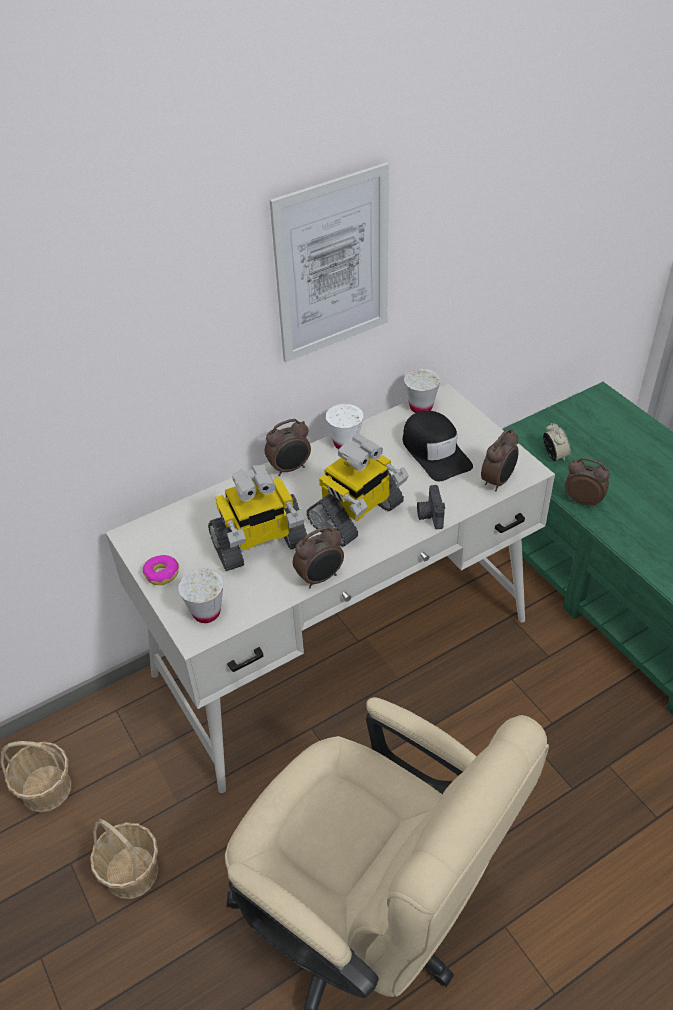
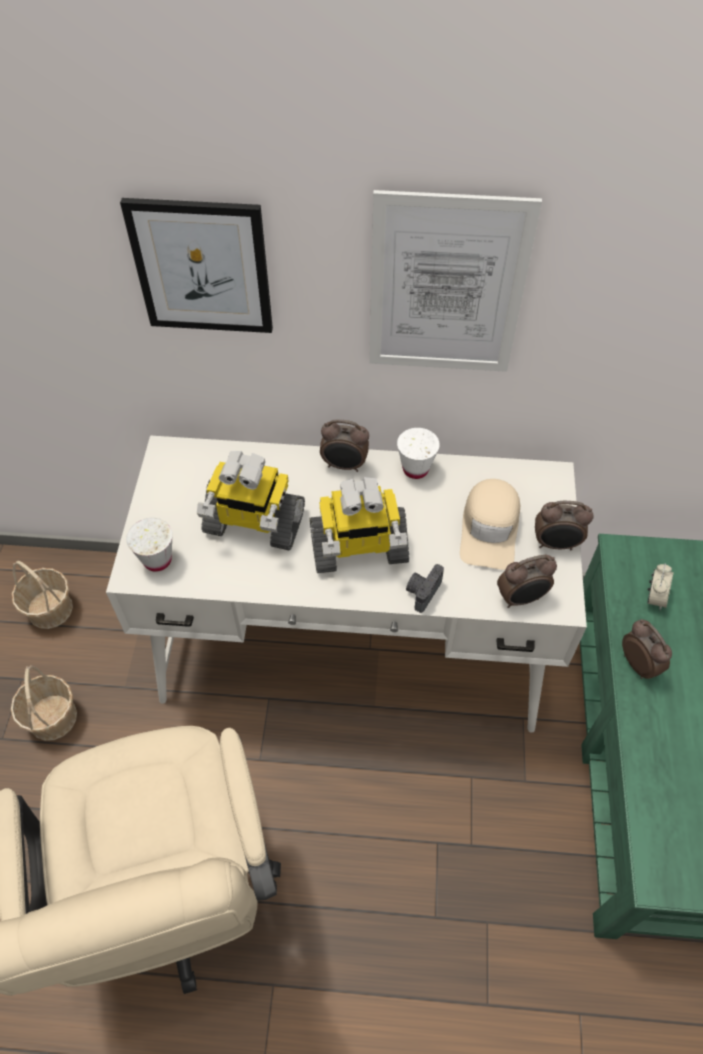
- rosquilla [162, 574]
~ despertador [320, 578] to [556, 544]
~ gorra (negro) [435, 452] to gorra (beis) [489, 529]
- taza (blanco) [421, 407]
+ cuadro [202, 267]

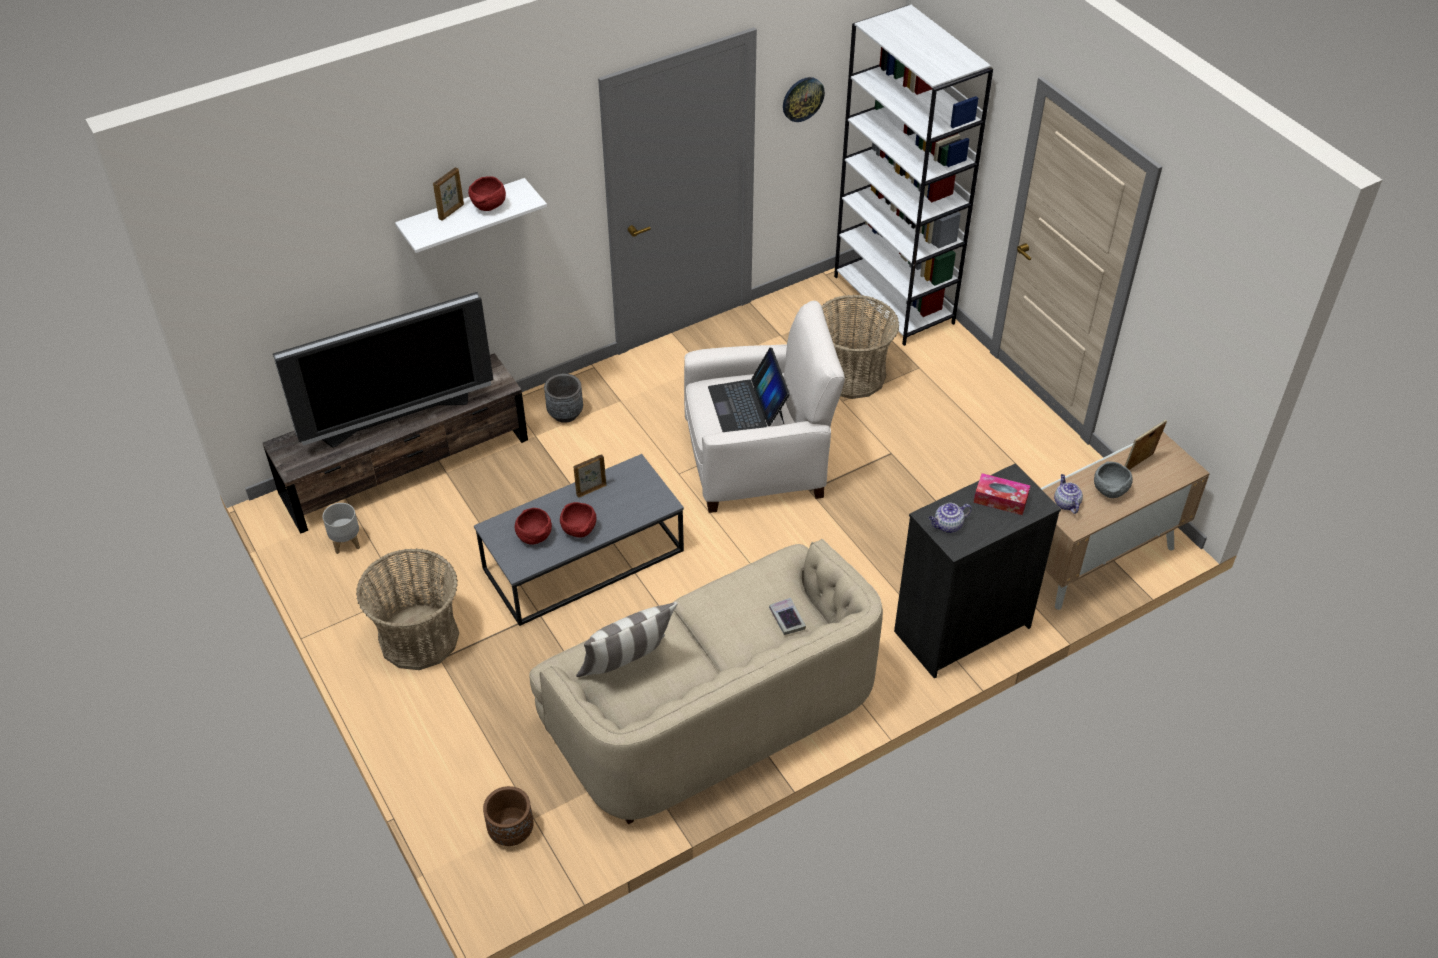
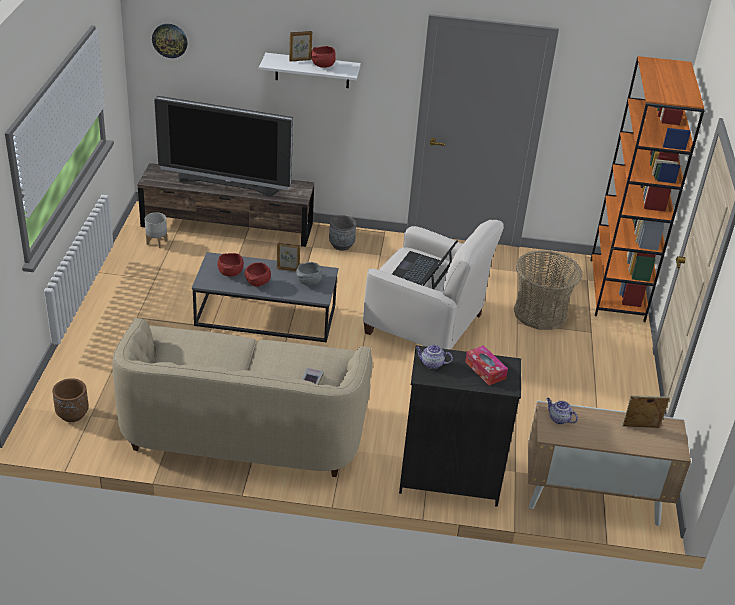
- cesta [418, 637]
- cojín [627, 667]
~ reloj de pared [802, 99] to [170, 40]
~ estantería (blanco) [894, 300] to estantería (naranja) [617, 290]
~ tetera [1066, 503] = [558, 419] 75 degrees counterclockwise
~ cuenco (gris) [1110, 492] to [308, 283]

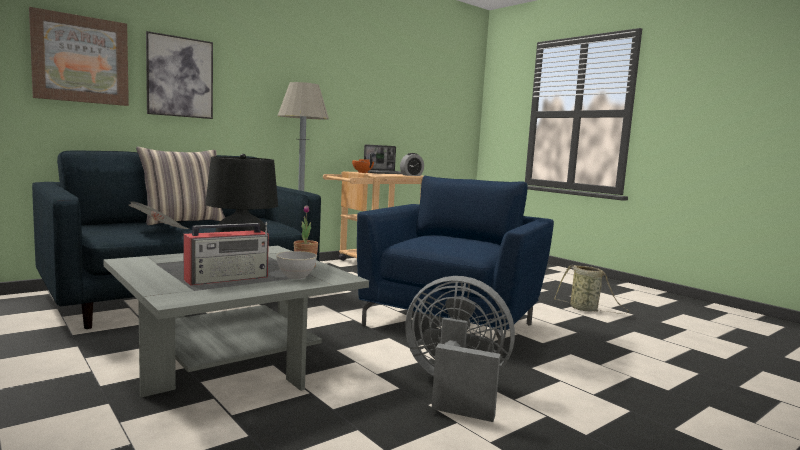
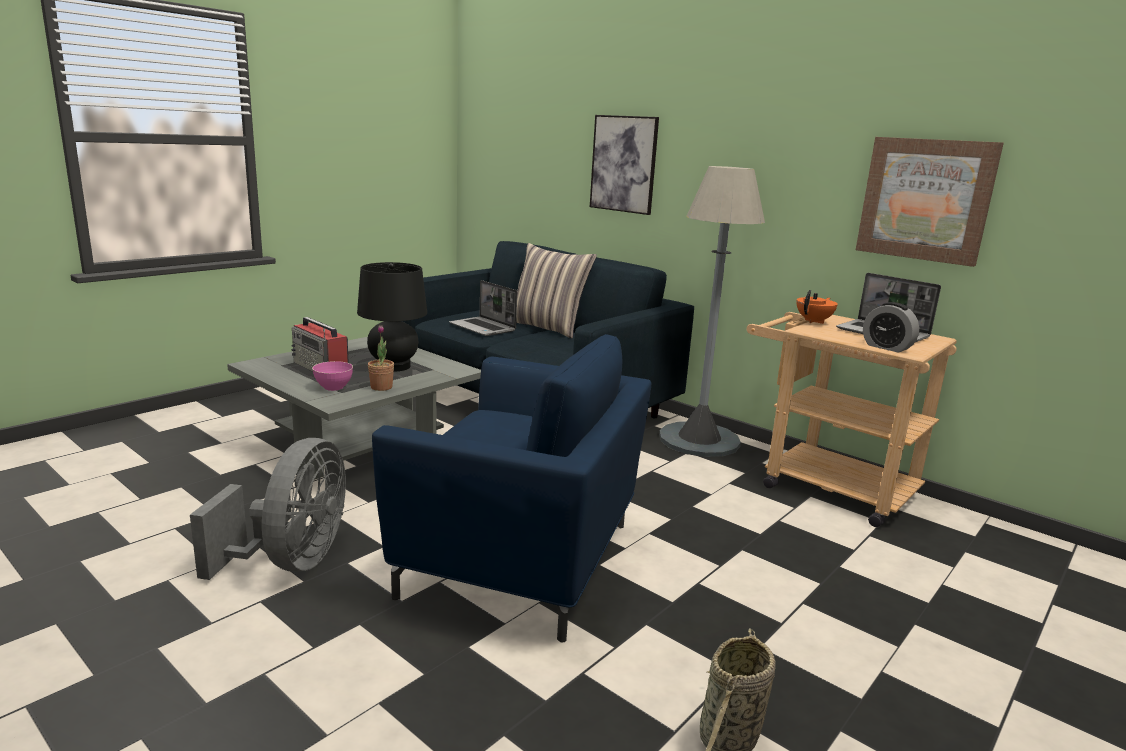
~ cuadro [81, 59] to [925, 199]
~ periódico [159, 231] to portátil [483, 328]
~ cuenco (gris) [296, 276] to cuenco (rosa) [333, 387]

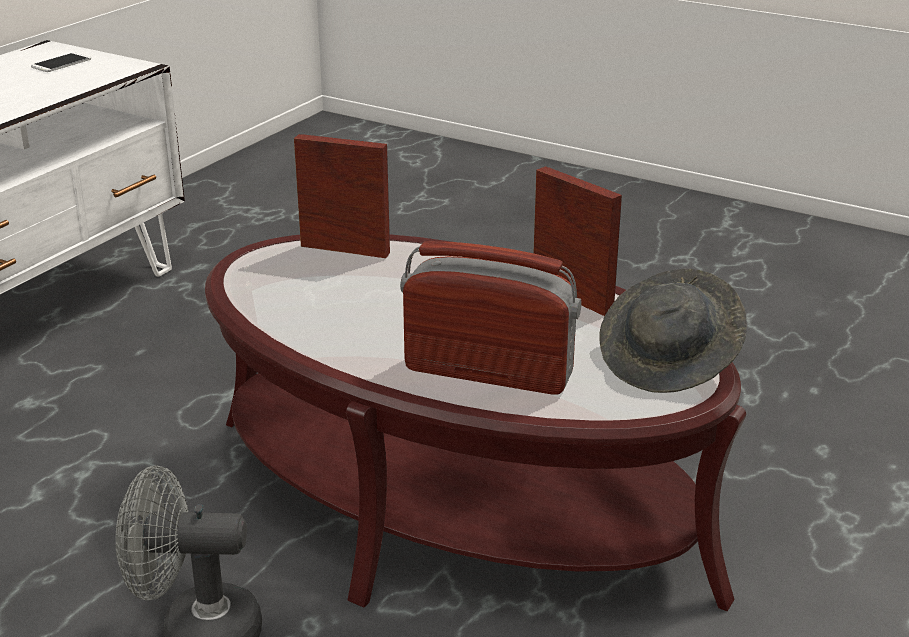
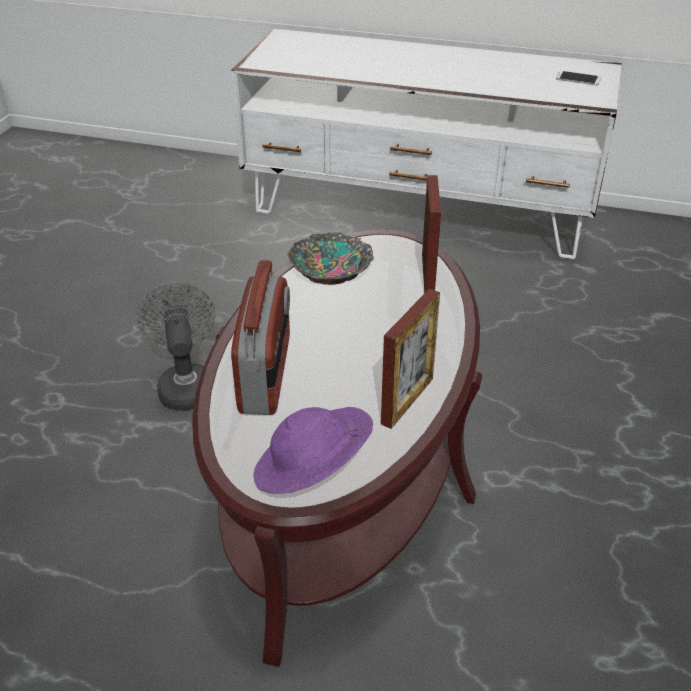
~ sombrero (gris) [670, 361] to sombrero (morado) [312, 472]
+ cuenco [331, 266]

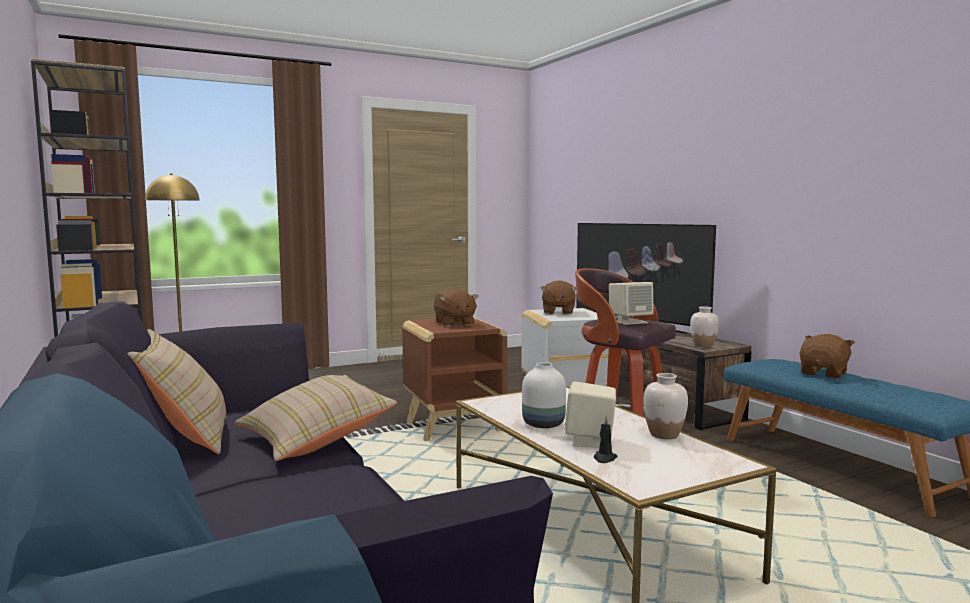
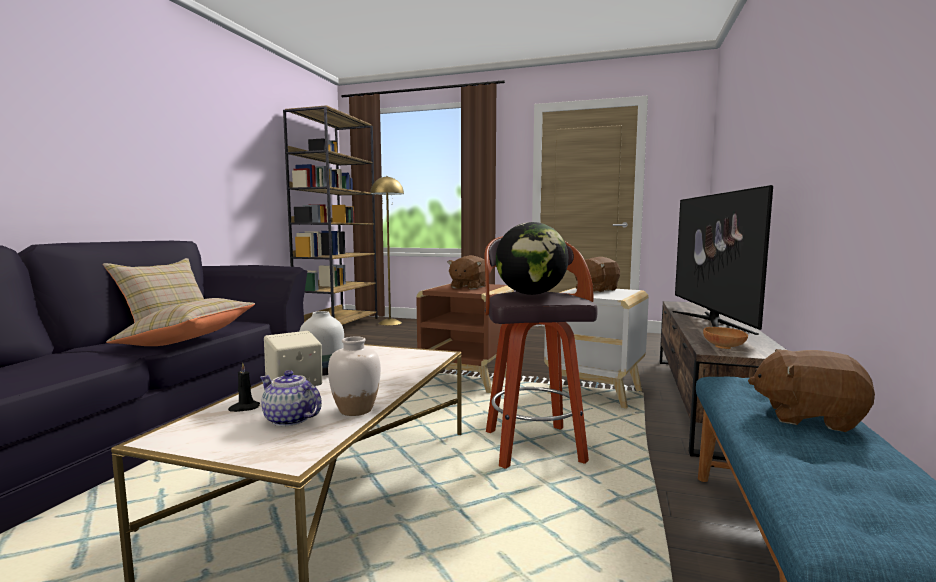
~ altavoz (beis) [630, 322] to globo terráqueo [531, 294]
~ florero (blanco) [703, 345] to cuenco (marrón) [724, 348]
~ peluche (marrón) [824, 373] = [808, 417] 150 degrees counterclockwise
+ tetera [290, 419]

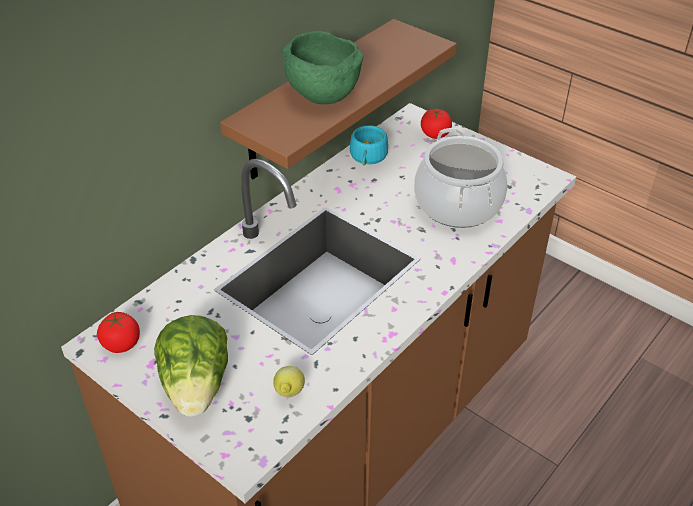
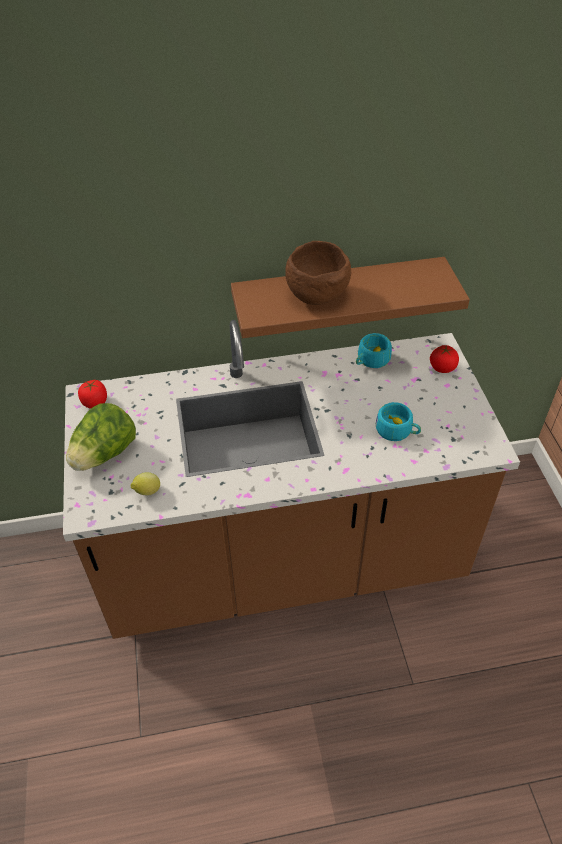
~ cuenco (verde) [321, 96] to cuenco (marrón) [315, 295]
~ olla [458, 204] to taza (turquesa) [397, 431]

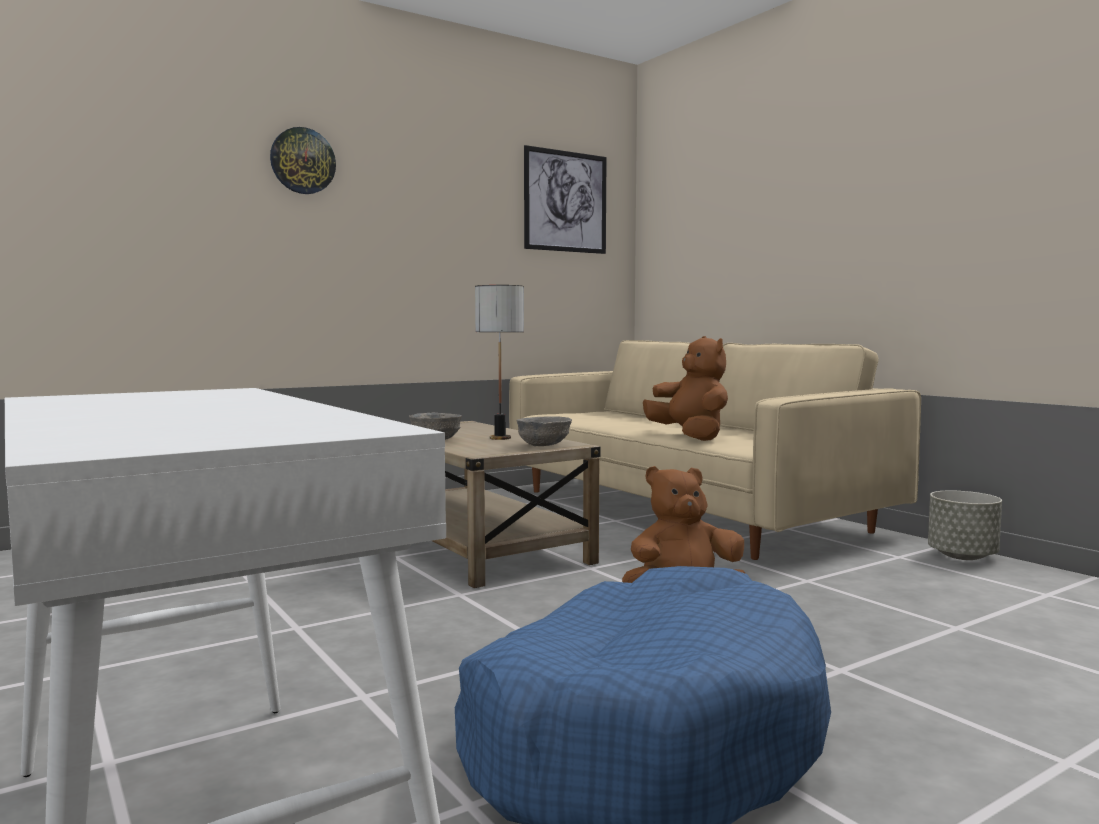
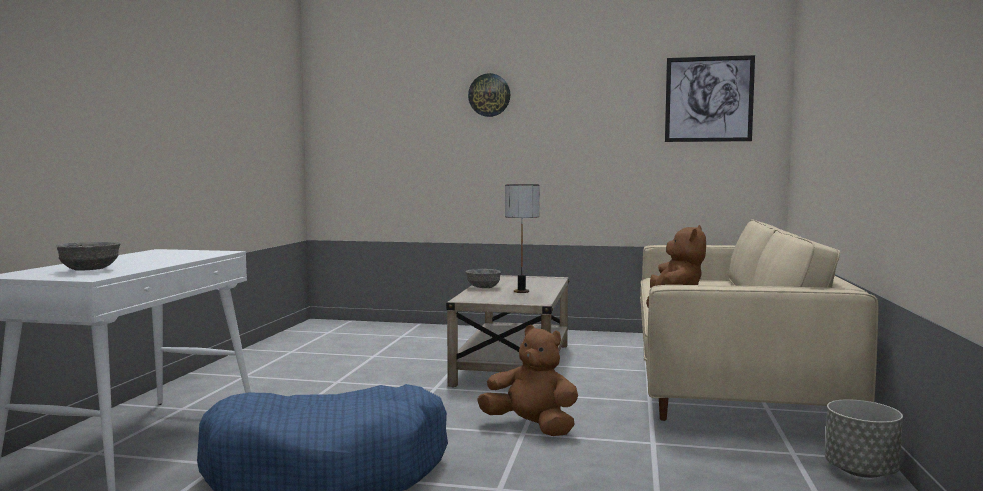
~ cuenco (gris) [544, 445] to [89, 270]

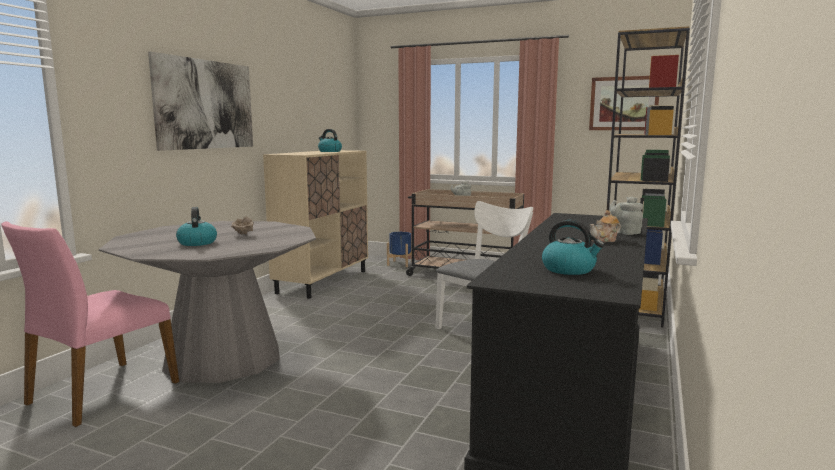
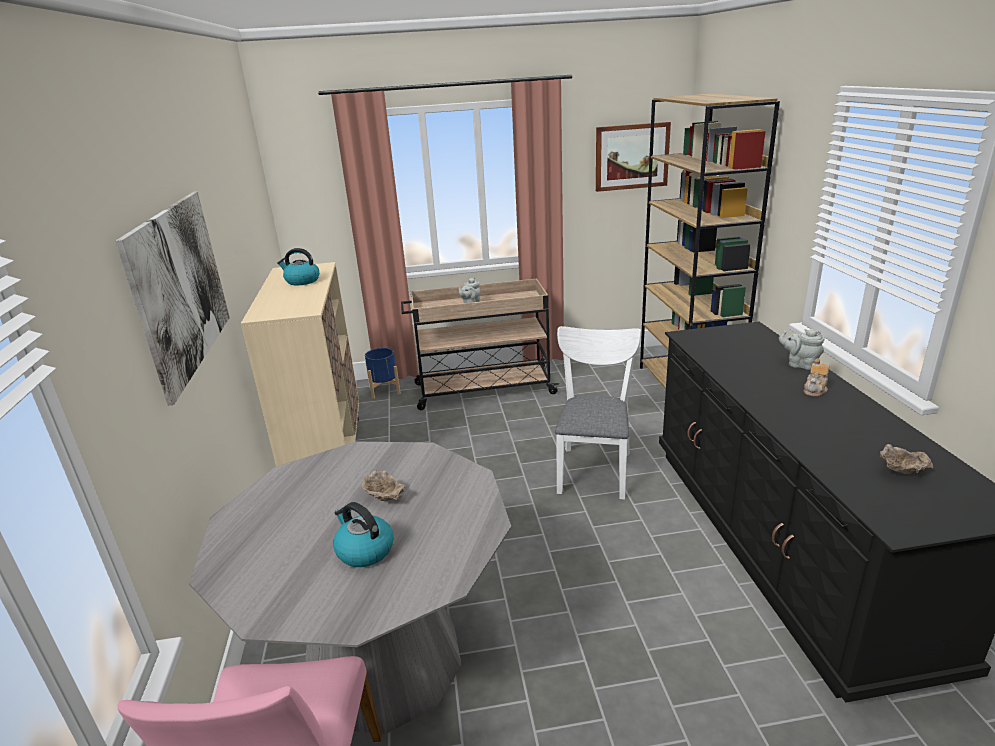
~ hervidor [569, 269] to cuenco (beis) [902, 472]

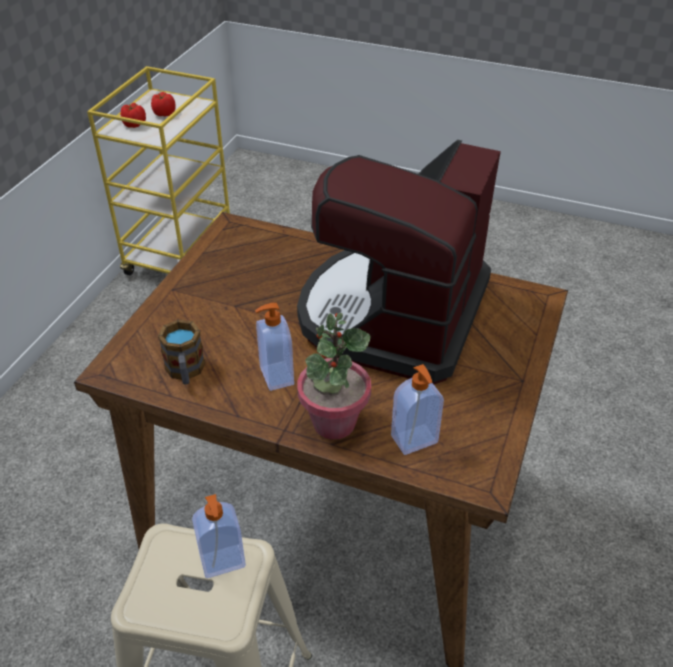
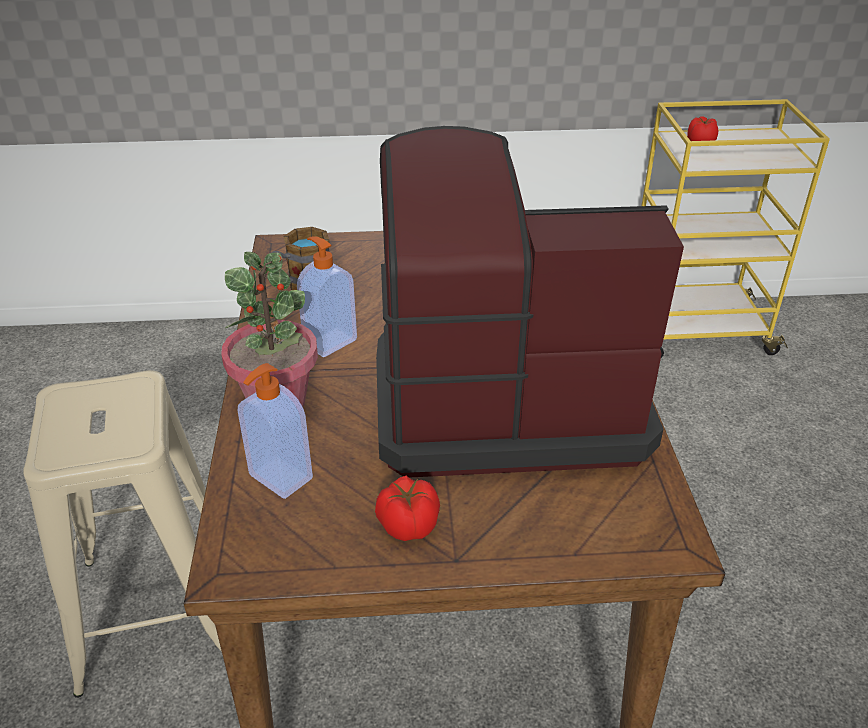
~ tomate [164, 114] to [407, 525]
- dispensador de jabón [223, 562]

